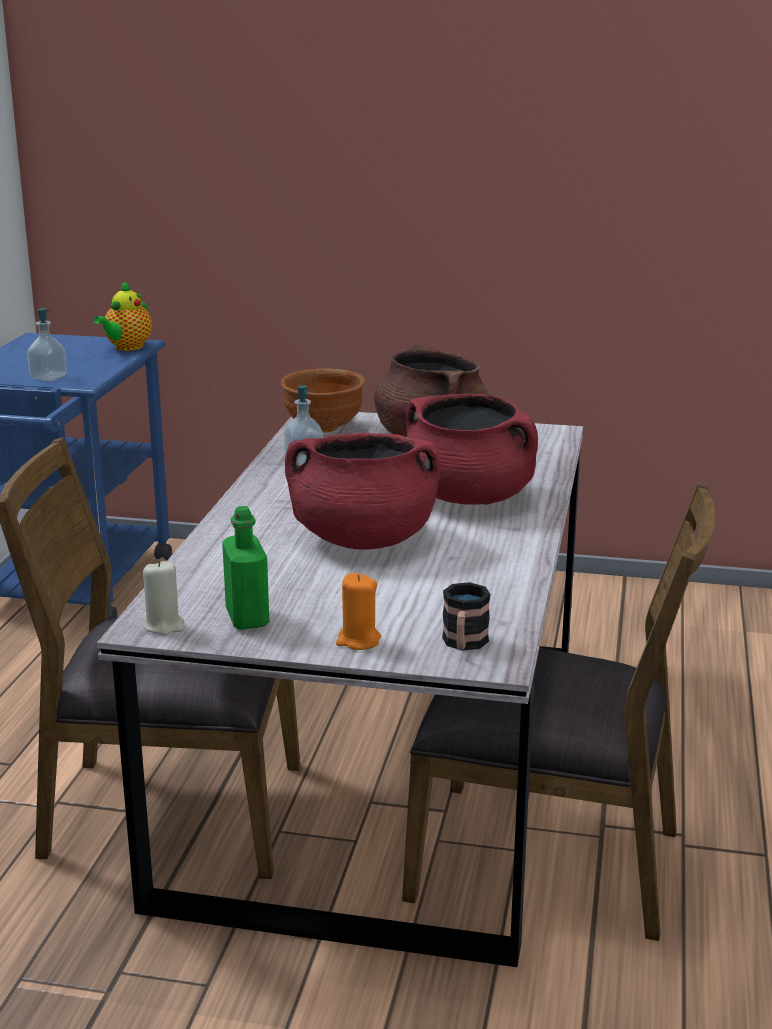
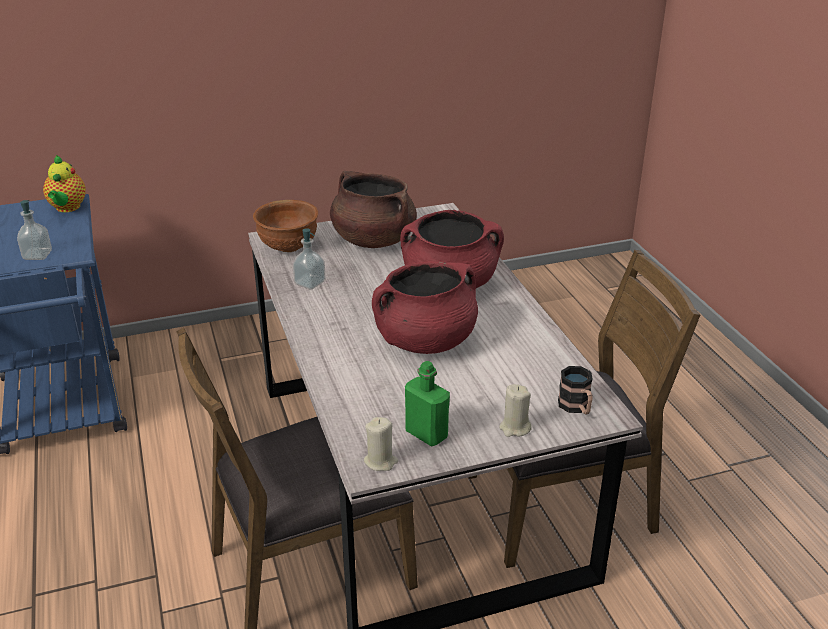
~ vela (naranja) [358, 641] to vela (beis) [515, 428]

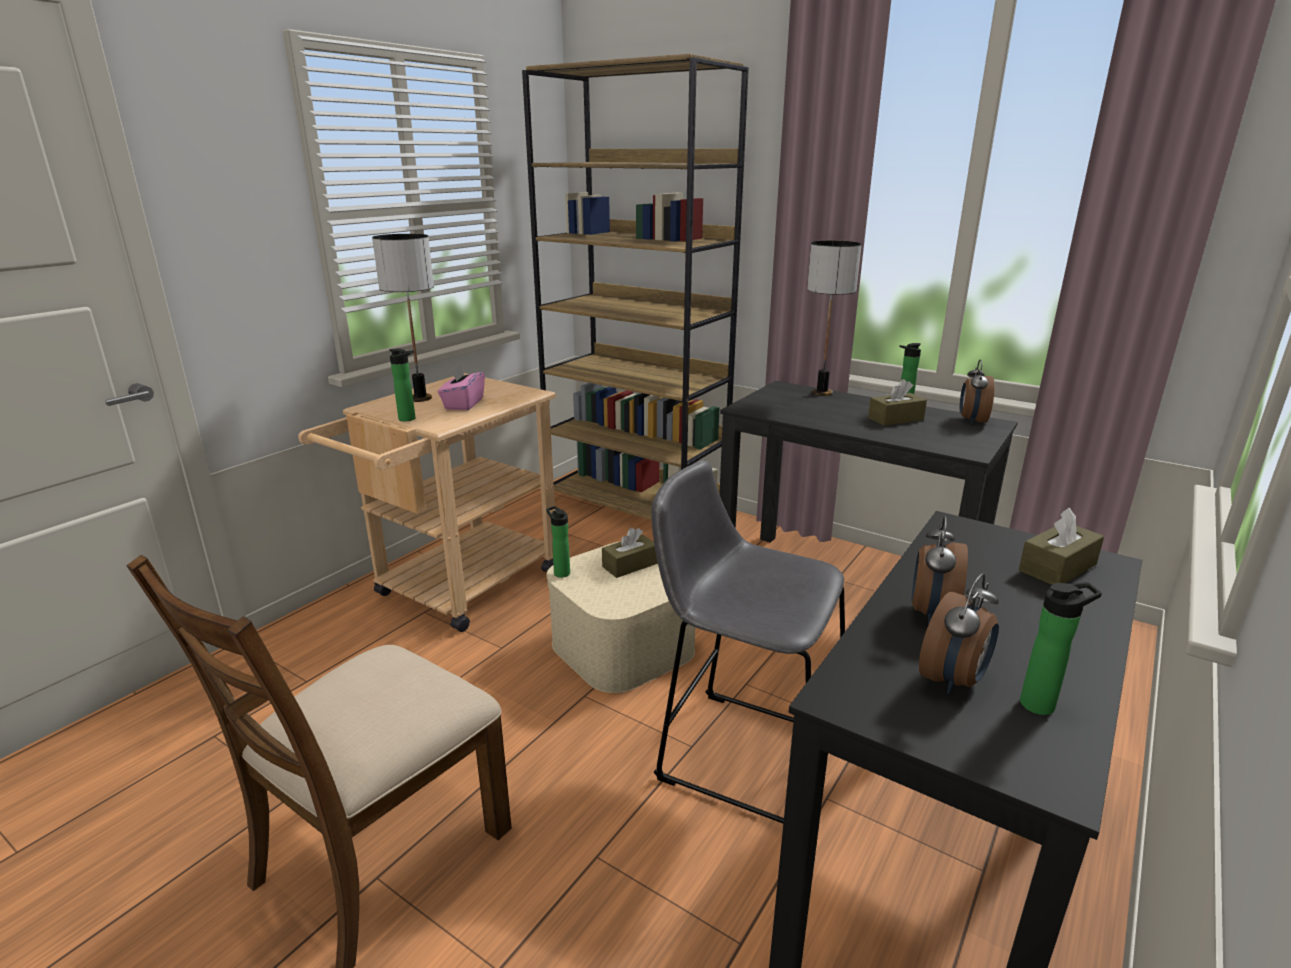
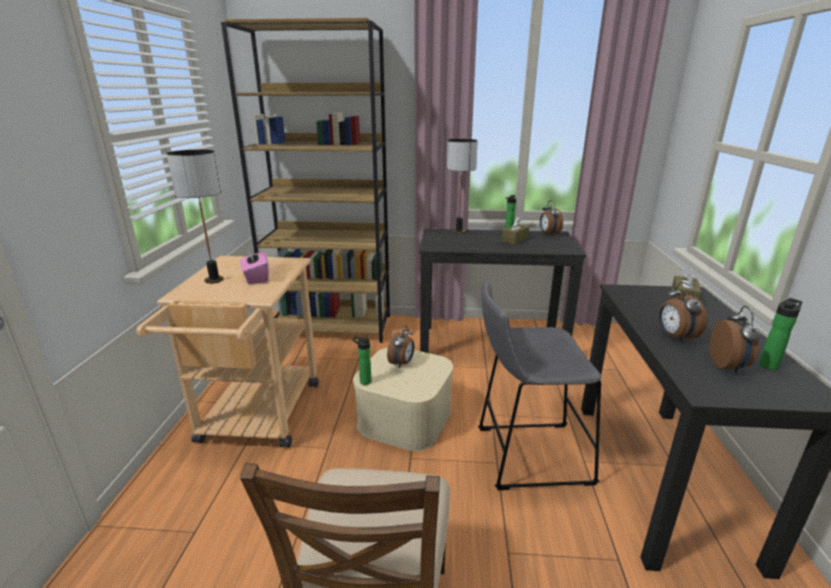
- botella [409, 419]
~ caja de pañuelos (marrón) [630, 565] to despertador [402, 363]

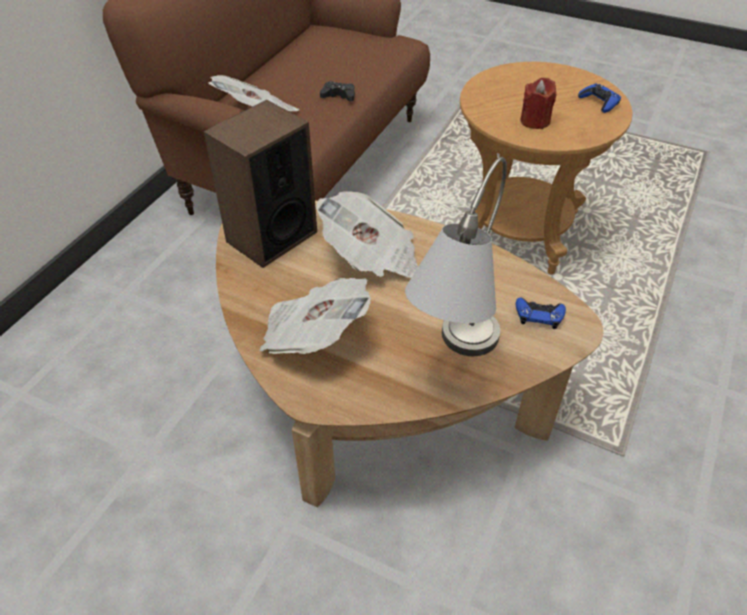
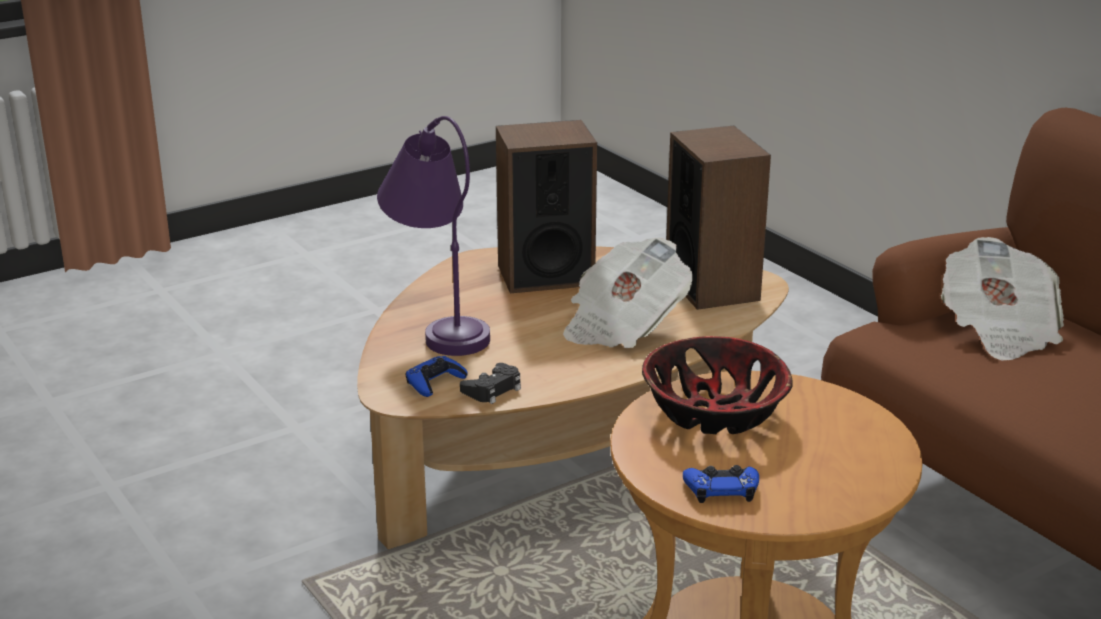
~ periódico [314, 335] to altavoz [545, 275]
~ mando de consola (negro) [339, 96] to [493, 389]
~ lámpara de mesa (gris) [452, 360] to lámpara de mesa (morado) [439, 322]
~ vela (rojo) [535, 121] to cuenco [715, 413]

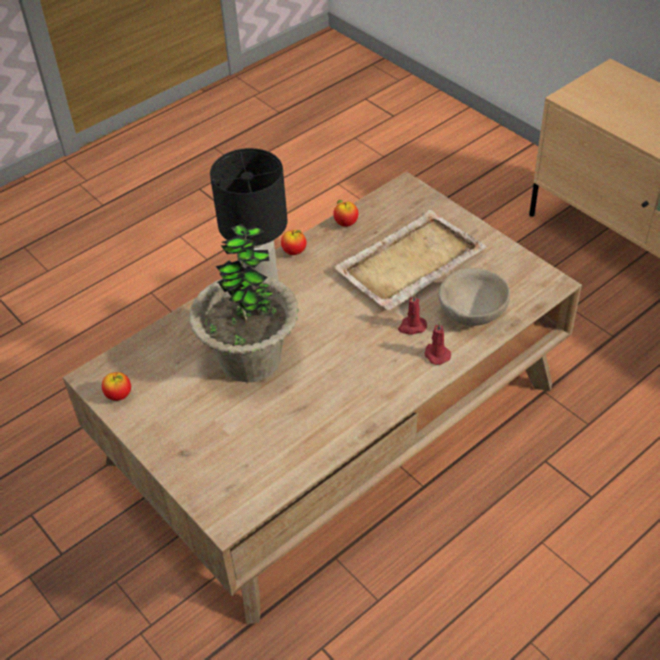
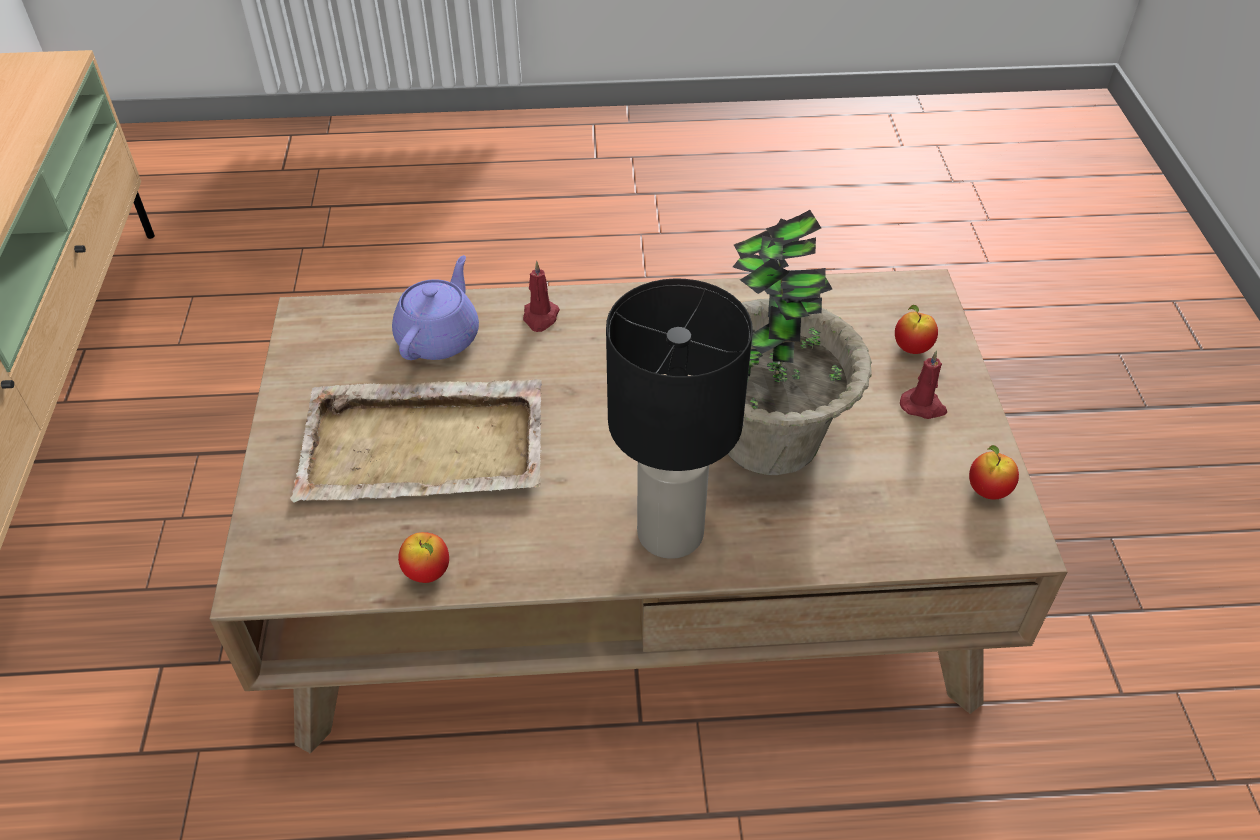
~ manzana [294, 252] to [912, 348]
~ vela (rojo) [411, 327] to [923, 406]
~ cuenco (beis) [472, 312] to tetera (morado) [439, 337]

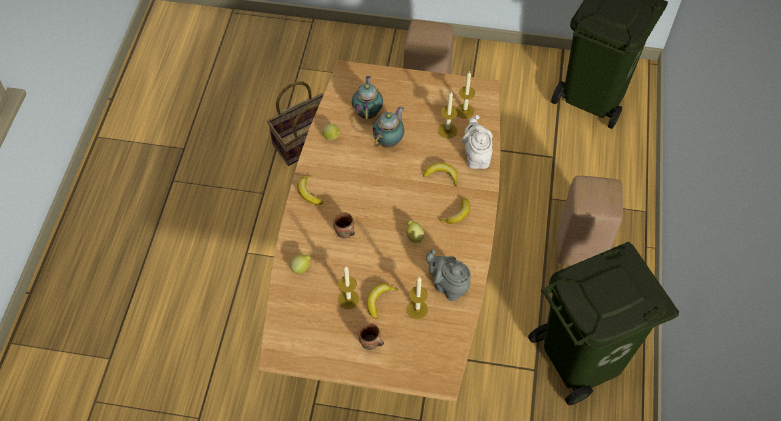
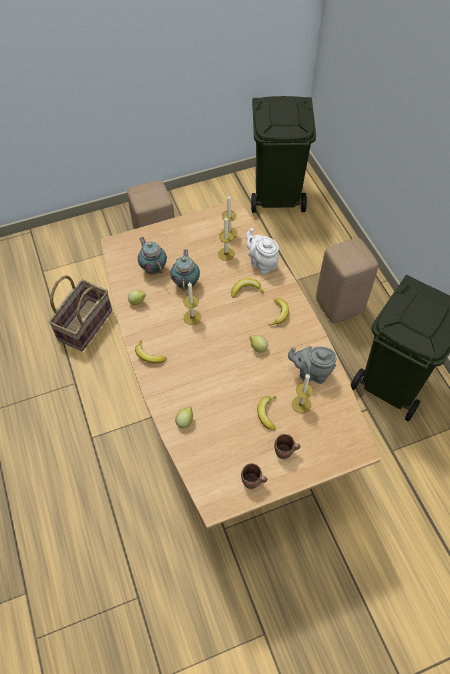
~ taza grande (marrón) [344, 233] to [252, 482]
~ vela [348, 299] to [192, 317]

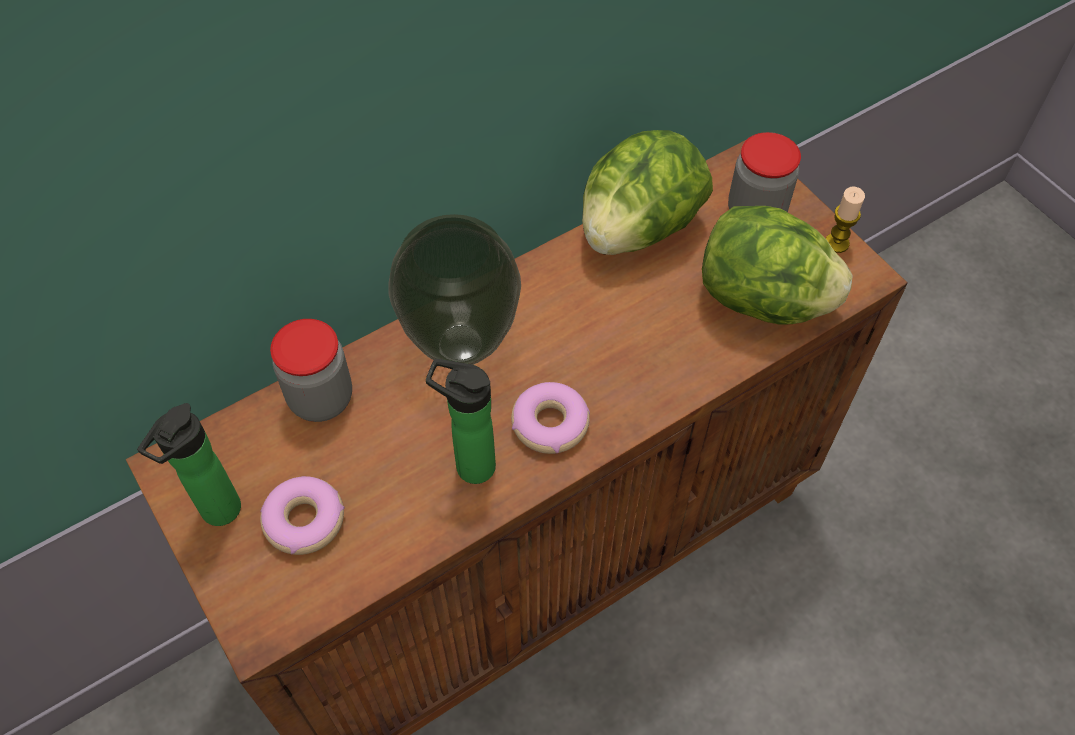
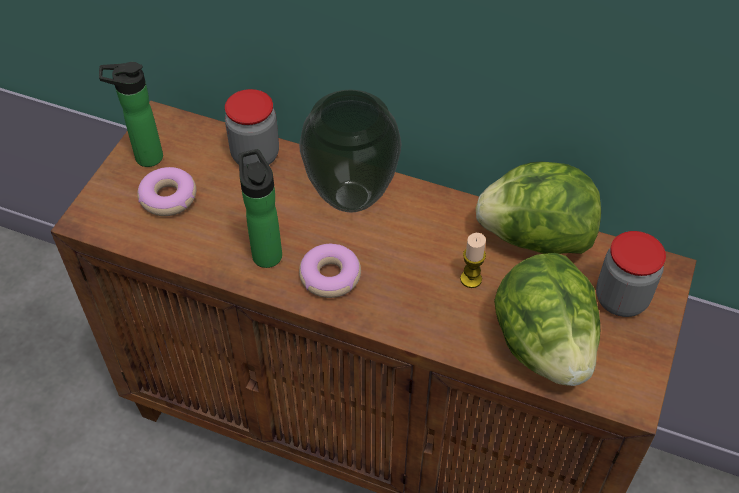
~ vela [836, 243] to [471, 279]

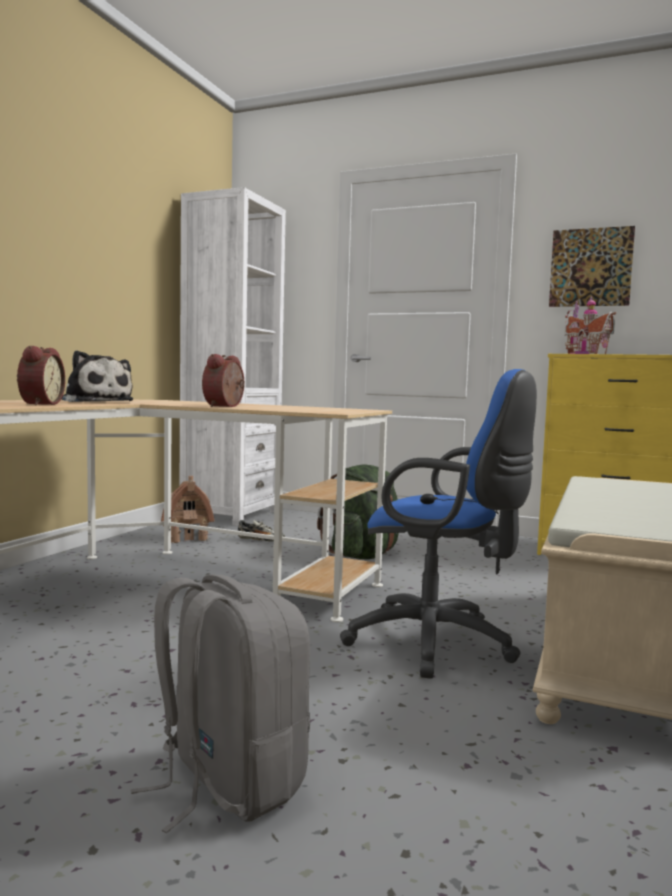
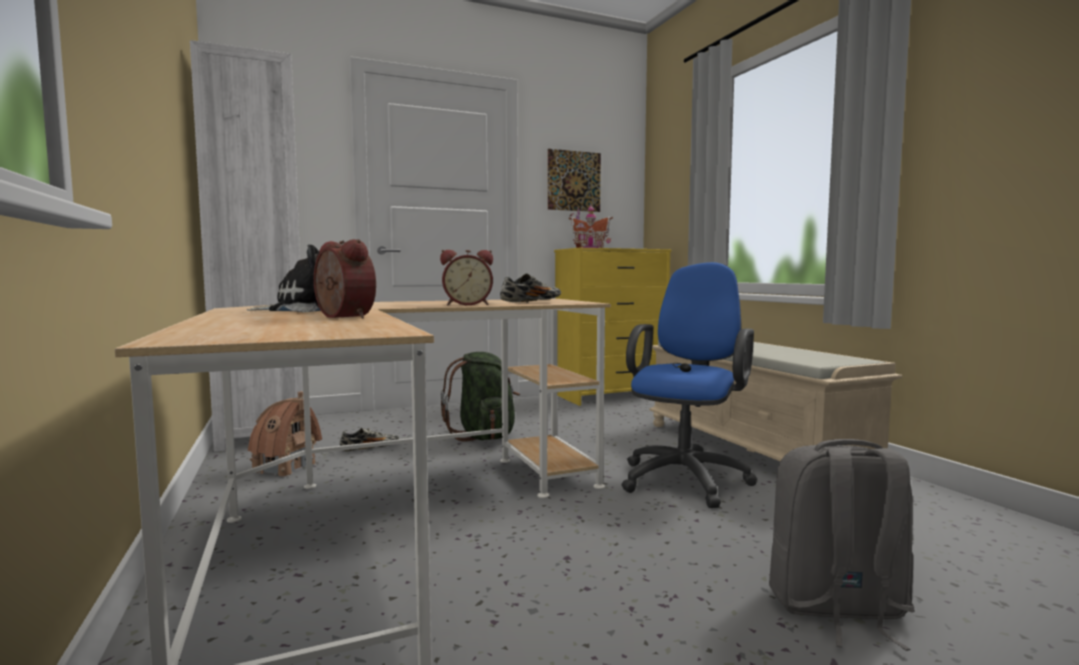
~ despertador [226, 406] = [467, 304] 75 degrees counterclockwise
~ silla de oficina (azul) [439, 644] = [686, 478] 45 degrees counterclockwise
+ zapato [531, 303]

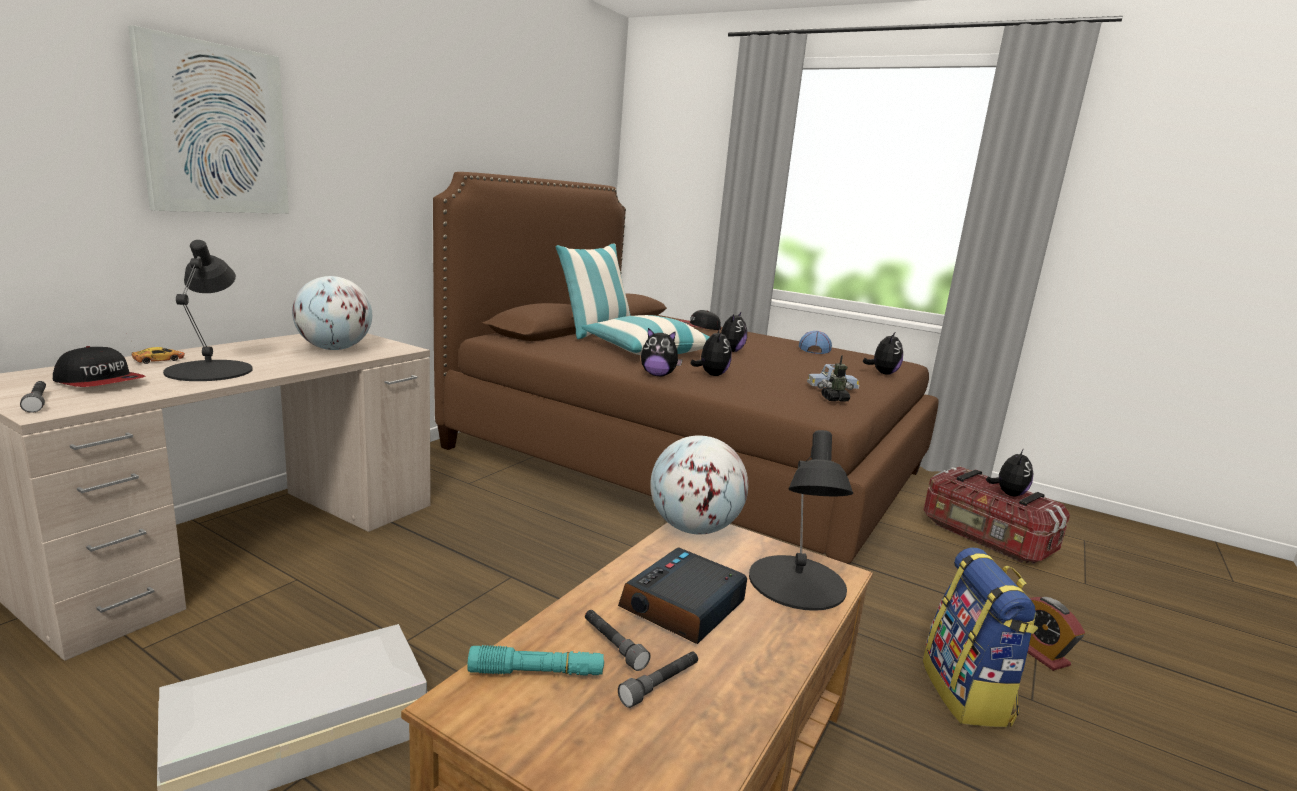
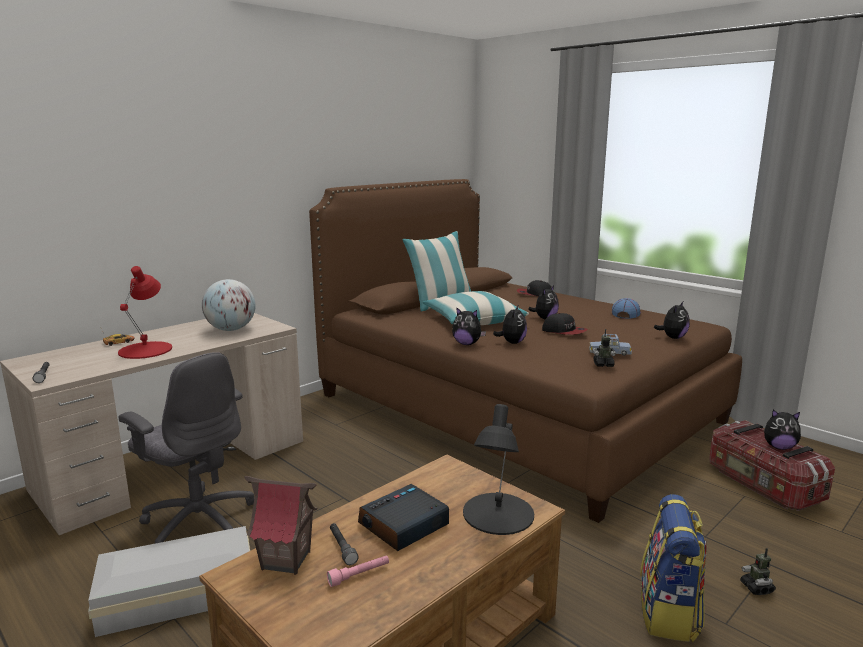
~ gorra [100, 382] to [564, 331]
- cuadro [214, 129]
~ lámpara de mesa (negro) [210, 370] to lámpara de mesa (rojo) [146, 350]
~ linterna (turquesa) [536, 672] to casita [286, 560]
~ linterna (gris) [660, 685] to linterna (rosa) [359, 575]
- globo terráqueo [693, 528]
~ peluche [1008, 494] = [779, 447] 60 degrees clockwise
~ despertador [1040, 654] to robot de juguete [756, 588]
+ silla de oficina (gris) [199, 521]

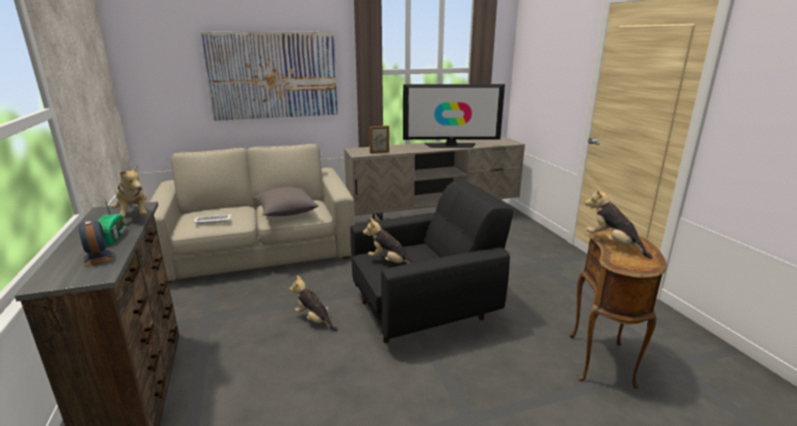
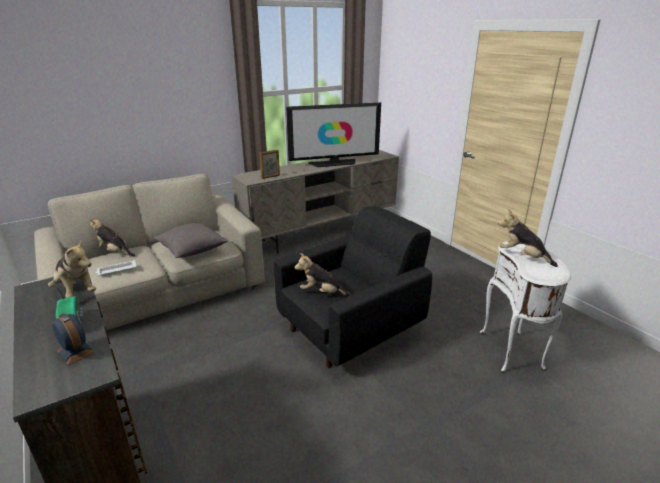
- cuadro [273, 75]
~ peluche [314, 320] to [114, 252]
~ mesa auxiliar (marrón) [604, 361] to mesa auxiliar (blanco) [513, 351]

